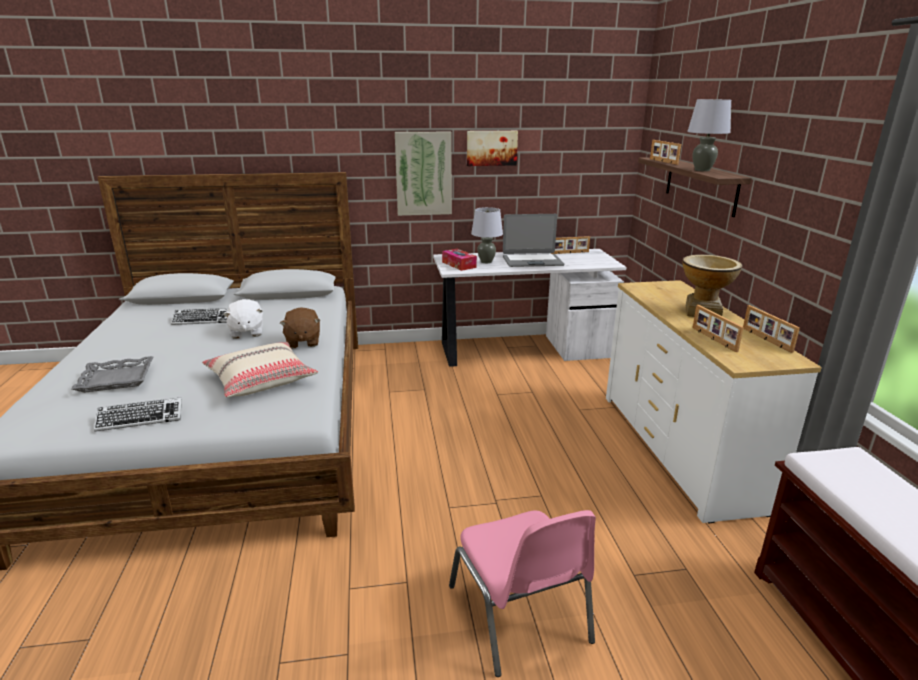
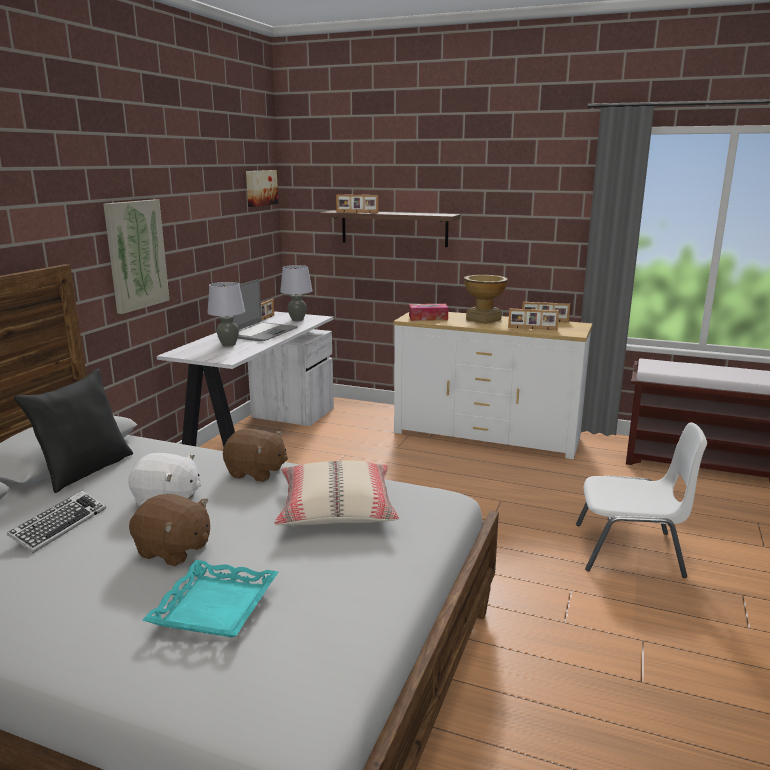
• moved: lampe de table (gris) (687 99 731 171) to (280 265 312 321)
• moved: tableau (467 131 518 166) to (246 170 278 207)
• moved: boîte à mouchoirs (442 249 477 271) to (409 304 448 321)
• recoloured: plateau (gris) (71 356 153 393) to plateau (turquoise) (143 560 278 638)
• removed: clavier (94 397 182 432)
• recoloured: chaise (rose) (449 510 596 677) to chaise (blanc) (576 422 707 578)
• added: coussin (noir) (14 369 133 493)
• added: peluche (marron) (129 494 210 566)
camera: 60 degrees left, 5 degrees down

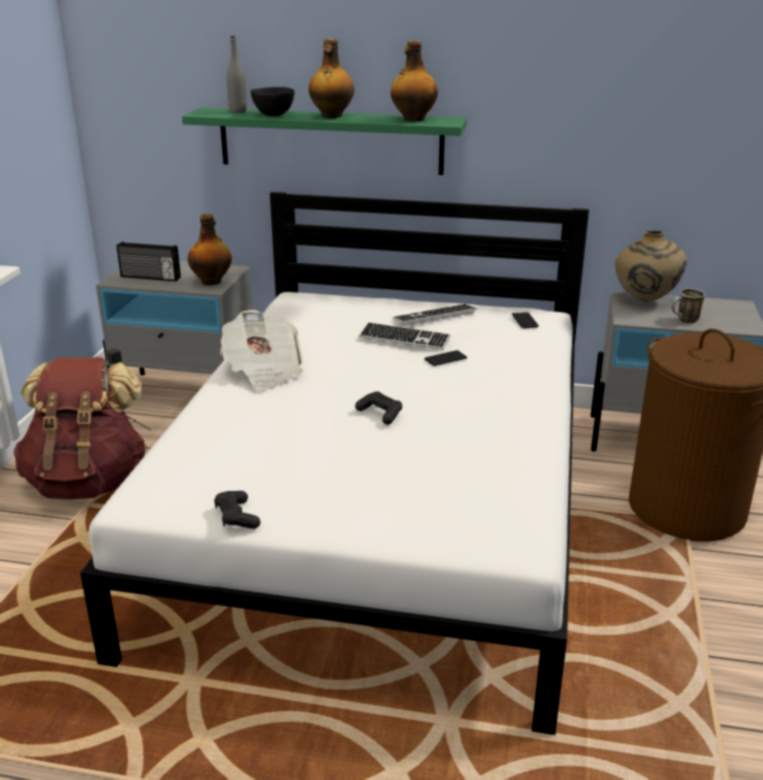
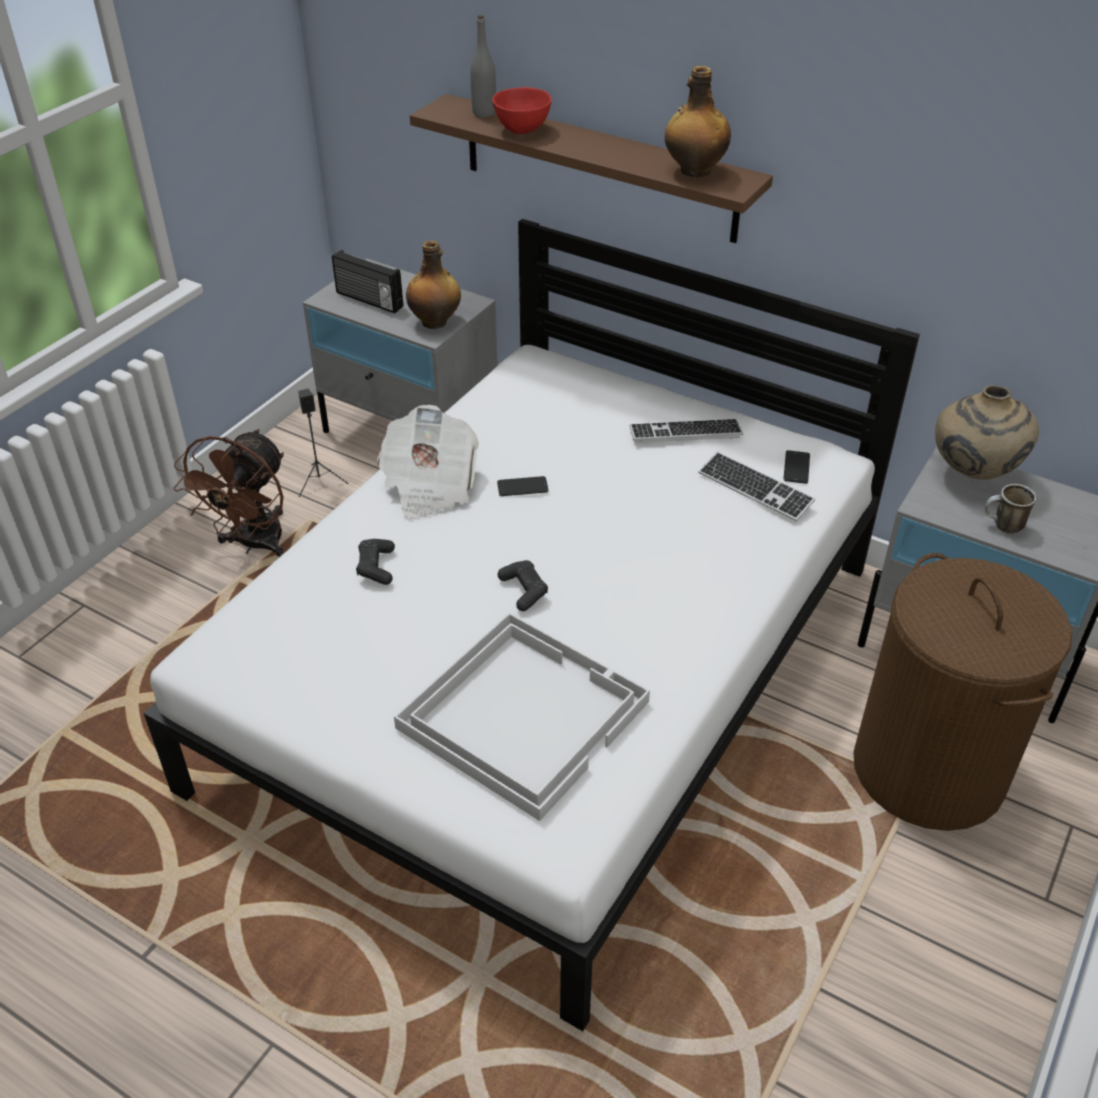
• removed: bouteille (309 39 354 118)
• recoloured: bol (noir) (250 87 295 116) to bol (rouge) (492 87 552 134)
• recoloured: étagère (vert) (182 108 467 175) to étagère (marron) (410 94 773 243)
• moved: clavier (359 322 451 350) to (699 452 815 521)
• moved: téléphone (425 350 467 366) to (497 476 549 496)
• replaced: sac à dos (marron) (14 357 148 500) to ventilateur (marron) (174 429 284 557)
• moved: manette (noir) (214 491 260 529) to (356 539 395 585)
• added: plateau (blanc) (394 613 650 821)
camera: 20 degrees right, 15 degrees up

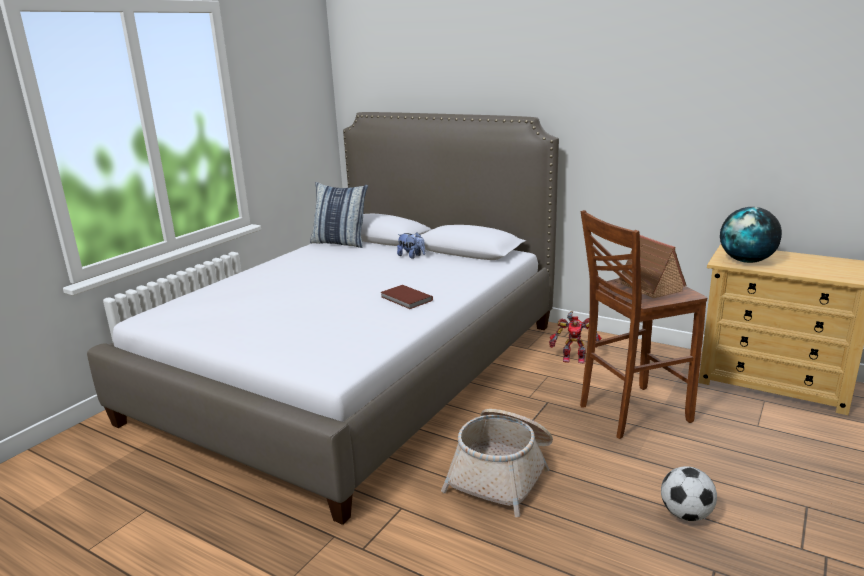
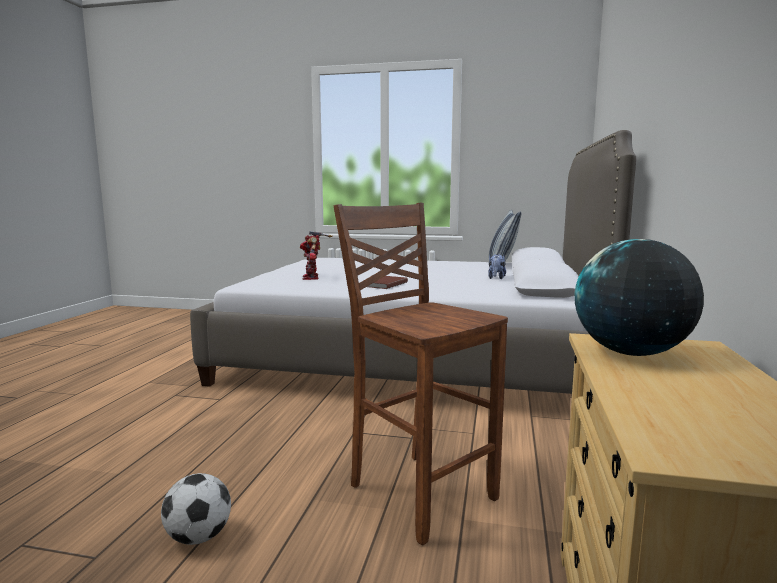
• removed: maison miniature (616 235 687 298)
• moved: robot jouet (549 311 602 363) to (300 231 333 280)
• removed: panier (441 409 553 517)
camera: 70 degrees right, 10 degrees down

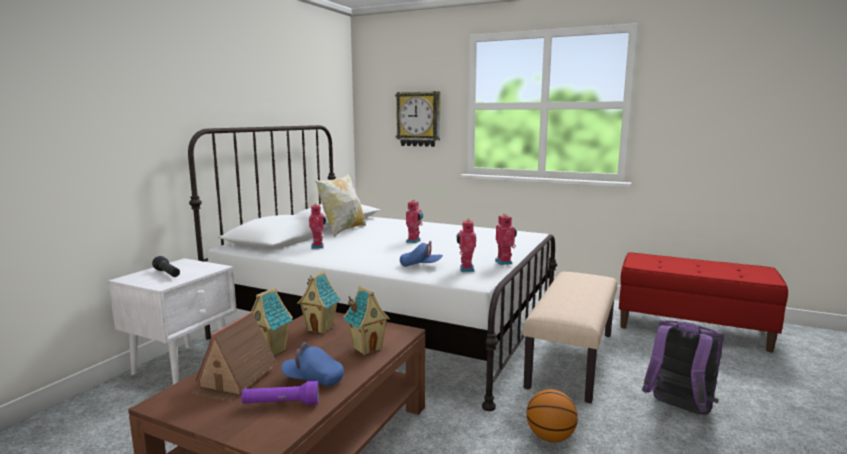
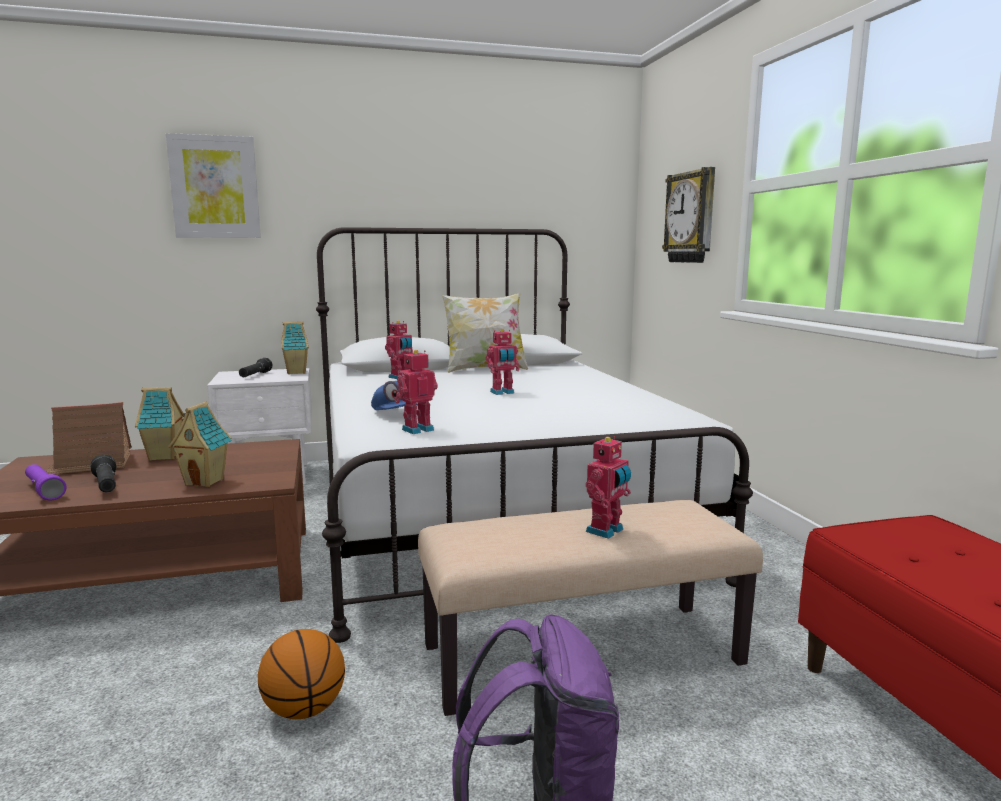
• moved: robot jouet (495 214 517 265) to (586 436 631 539)
• moved: maison miniature (297 271 340 334) to (281 321 309 374)
• replaced: casquette (bleu) (281 342 344 386) to lampe de poche (noir) (90 454 116 492)
• added: tableau (166 133 261 238)
camera: 50 degrees right, 0 degrees up

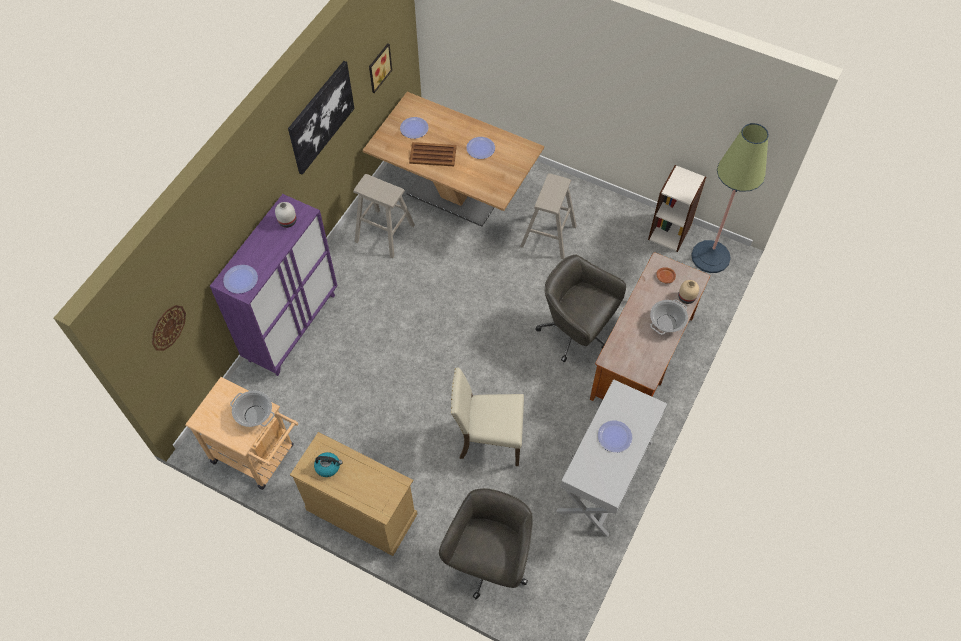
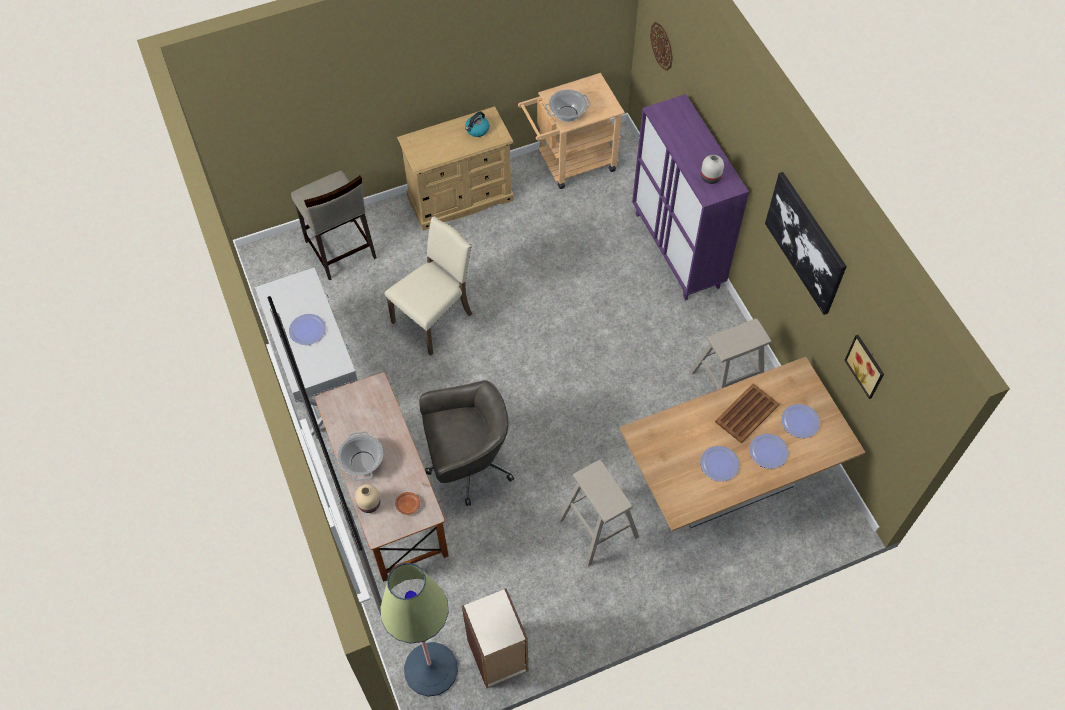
• moved: assiette (223 265 258 294) to (749 434 789 469)
• replaced: chaise de bureau (gris) (439 488 532 599) to tabouret (beige) (291 170 377 280)
camera: 130 degrees right, 0 degrees up

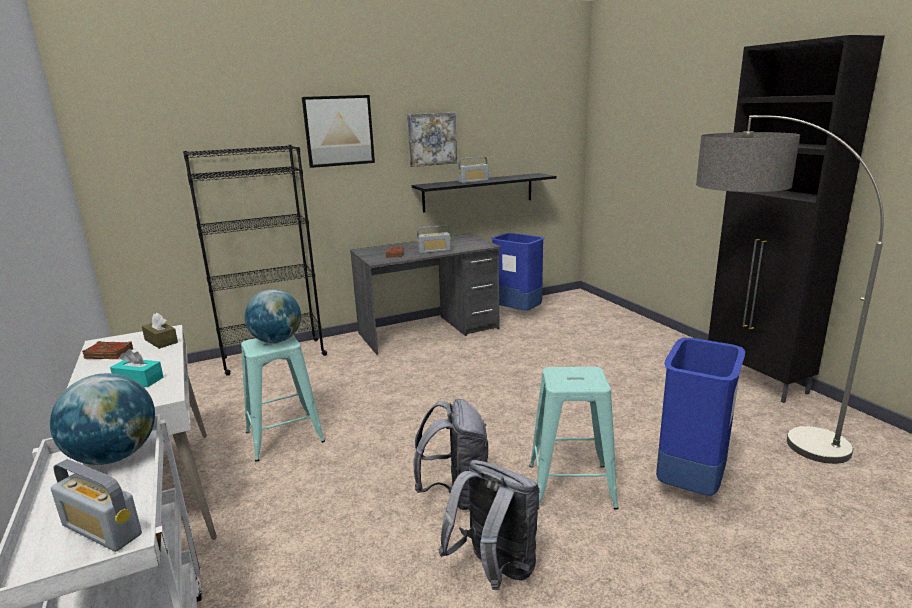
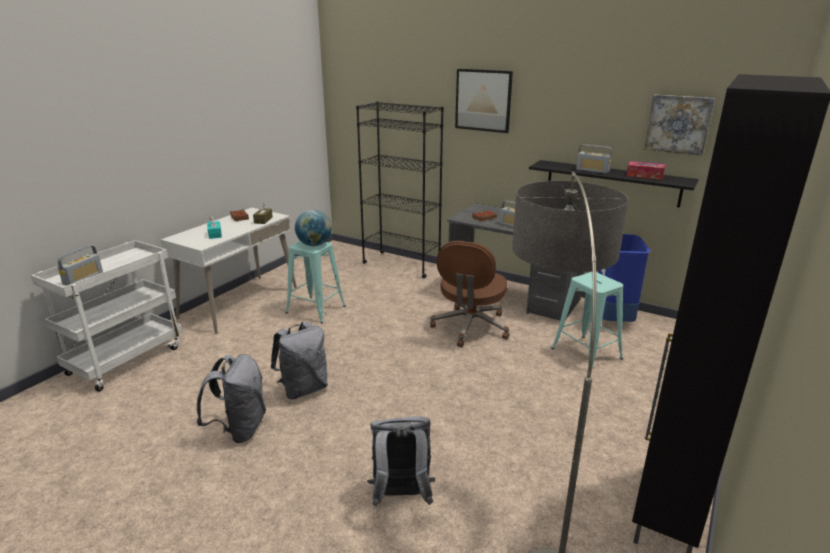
• moved: tableau (407 113 457 167) to (644 95 715 156)
• replaced: poubelle (bleu) (656 338 745 496) to sac à dos (gris) (367 417 435 507)
• moved: tabouret (turquoise) (529 366 619 510) to (551 272 623 373)
• removed: globe (50 373 155 465)
• turned: radio (51 459 142 552) = (57 245 103 286) 150 degrees counterclockwise
• added: boîte à mouchoirs (626 161 666 180)
• added: chaise de bureau (marron) (430 241 509 347)
camera: 55 degrees right, 5 degrees up

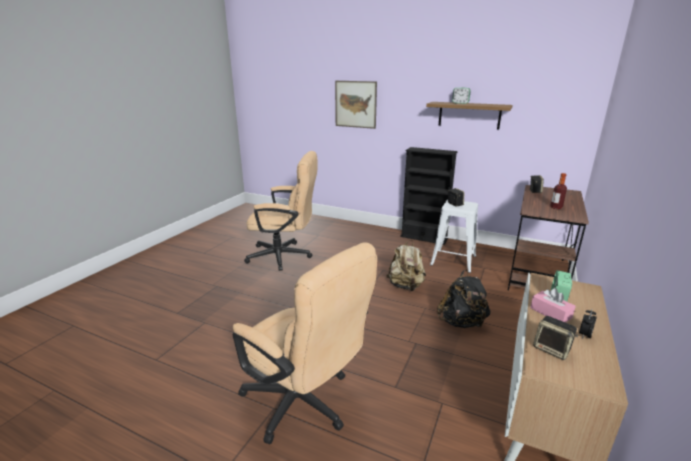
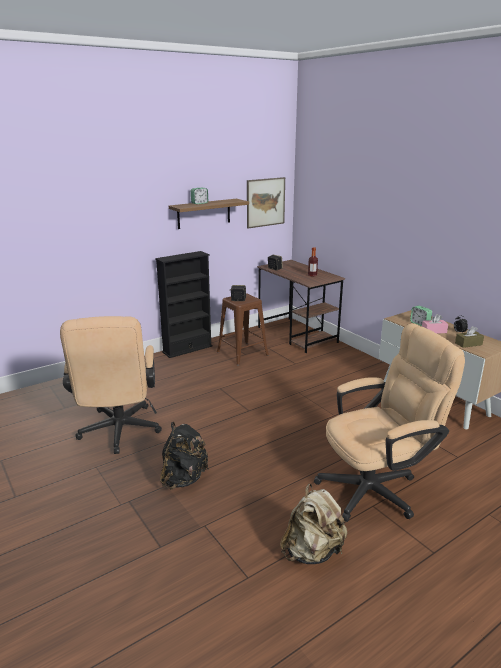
• moved: tableau (335 81 377 129) to (247 177 285 229)
• turned: chaise de bureau (beige) (244 151 317 271) = (60 316 162 454) 135 degrees clockwise
• recoloured: tabouret (blanc) (430 200 478 273) to tabouret (marron) (217 293 269 365)
• moved: sac à dos (beige) (386 240 426 291) to (280 484 347 564)
• moved: sac à dos (noir) (437 270 490 328) to (160 422 208 489)
• replaced: enceinte (533 316 578 360) to boîte à mouchoirs (marron) (455 326 484 348)
camera: 60 degrees left, 0 degrees up

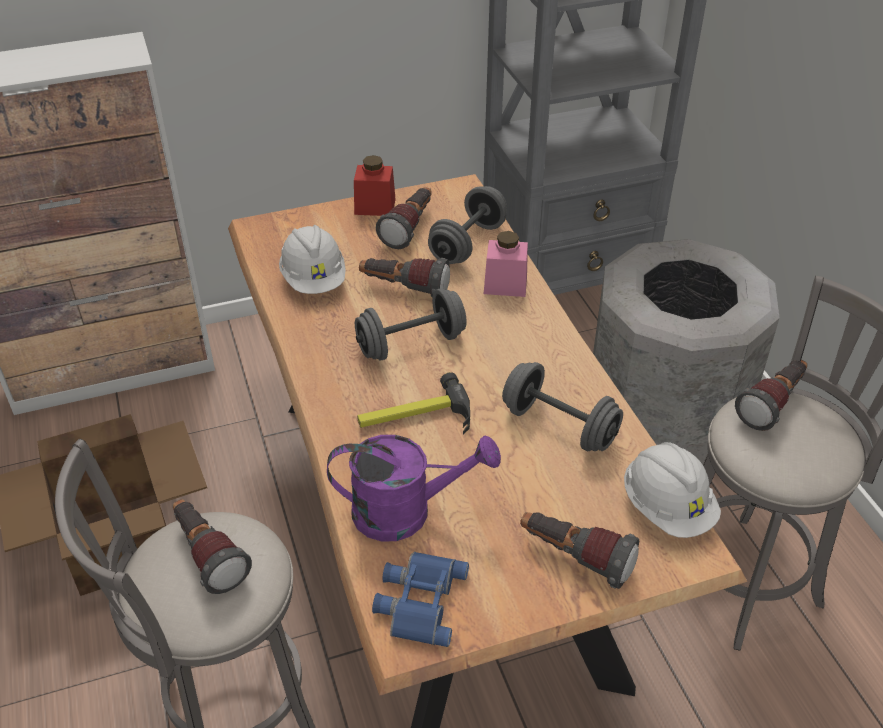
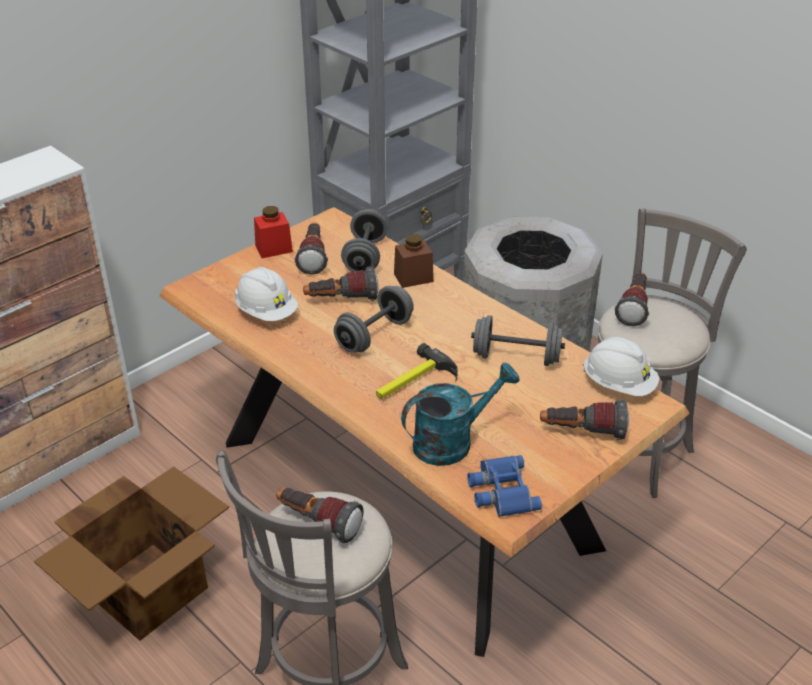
• recoloured: bocal (rose) (484 231 528 297) to bocal (marron) (394 234 434 288)
• recoloured: arrosoir (violet) (327 435 501 542) to arrosoir (turquoise) (401 363 520 466)
camera: 25 degrees left, 5 degrees down

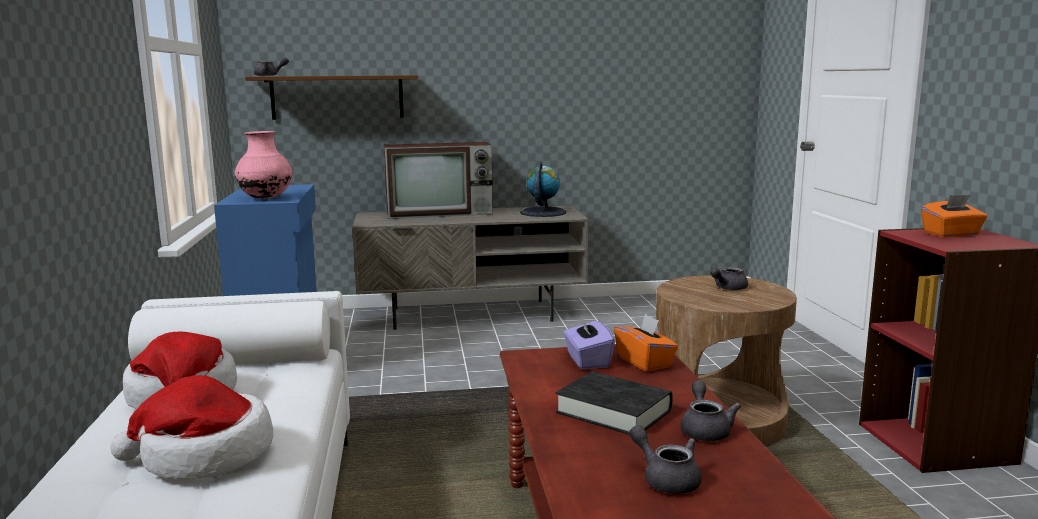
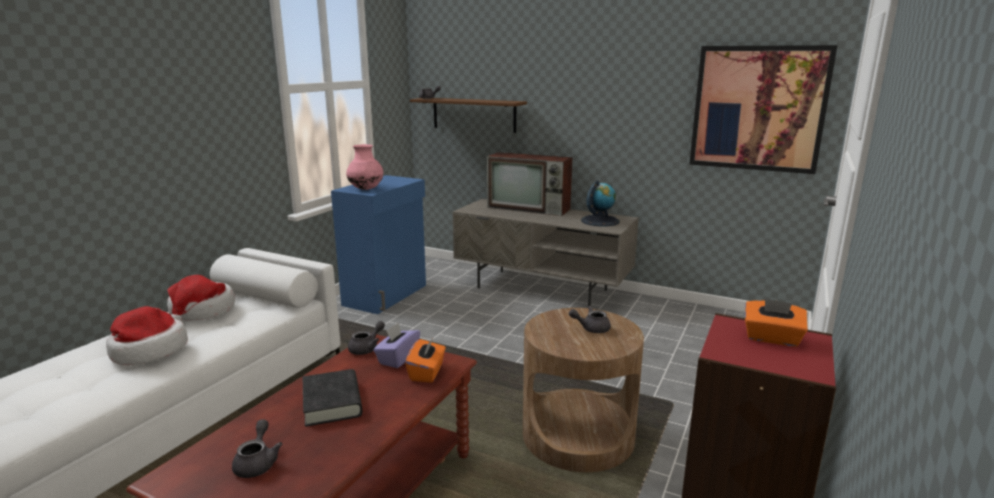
• moved: théière (gris) (680 380 741 441) to (348 321 385 355)
• added: tableau (689 45 837 174)
camera: 35 degrees right, 5 degrees up

